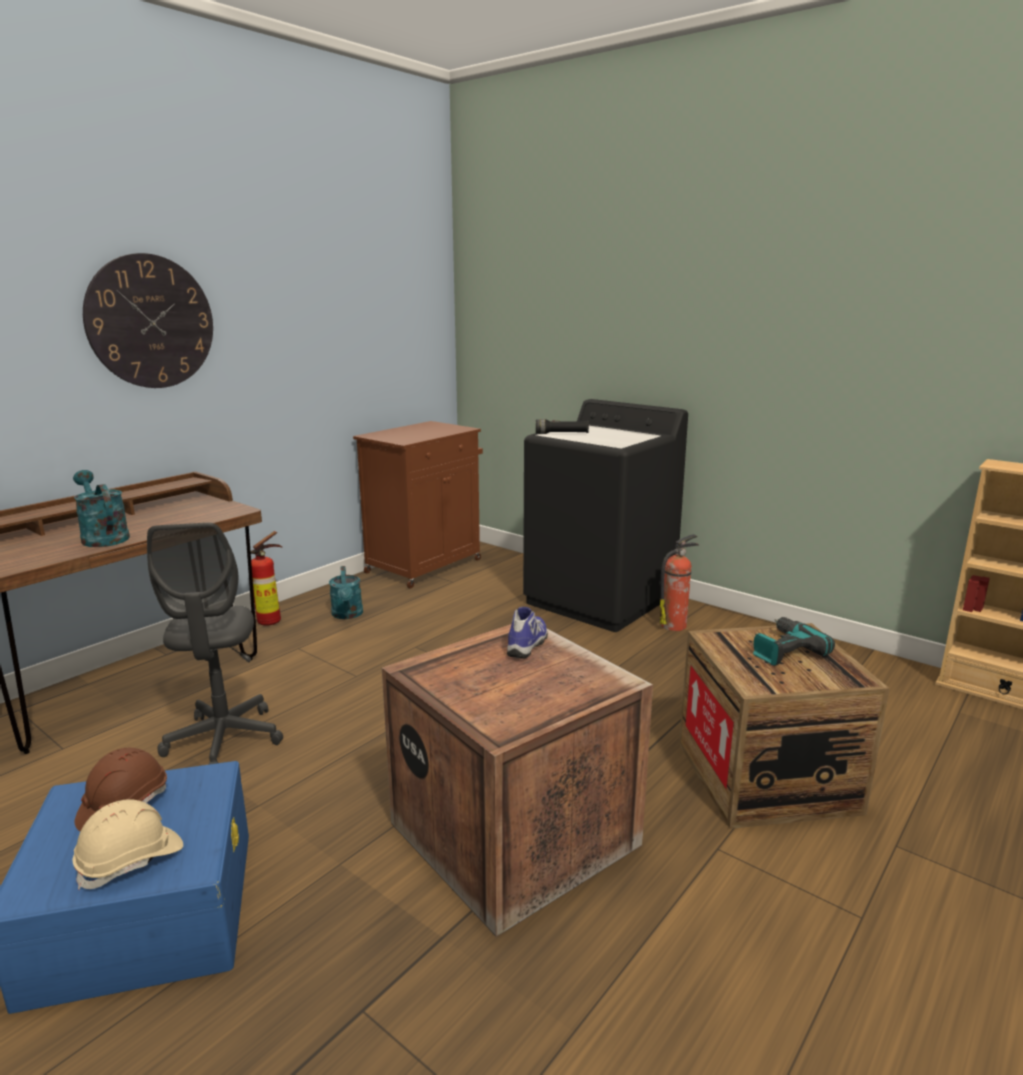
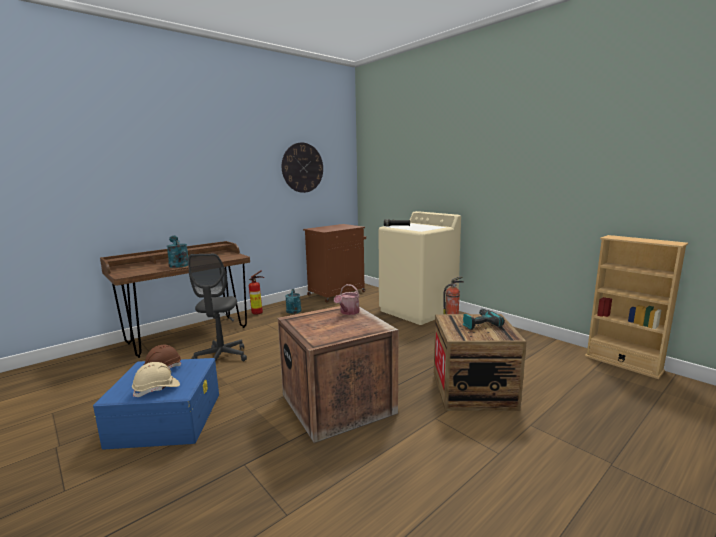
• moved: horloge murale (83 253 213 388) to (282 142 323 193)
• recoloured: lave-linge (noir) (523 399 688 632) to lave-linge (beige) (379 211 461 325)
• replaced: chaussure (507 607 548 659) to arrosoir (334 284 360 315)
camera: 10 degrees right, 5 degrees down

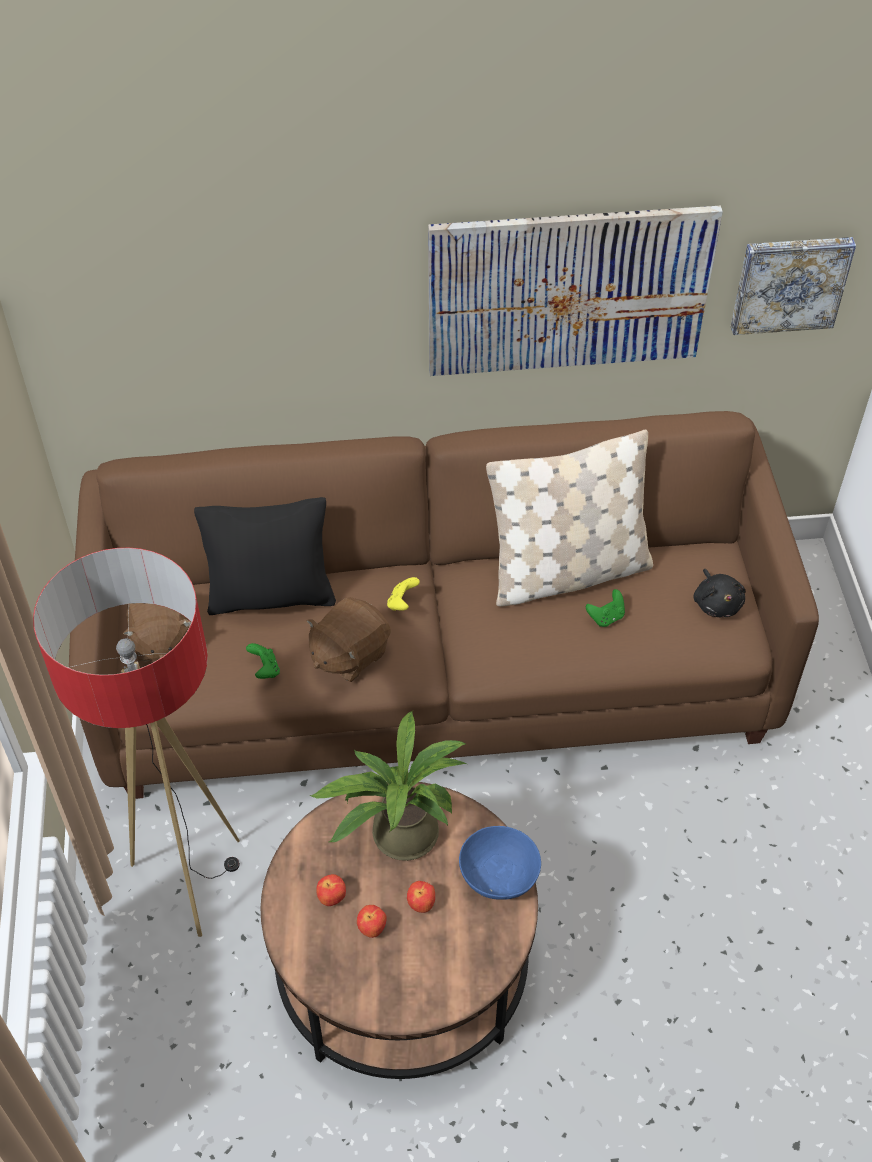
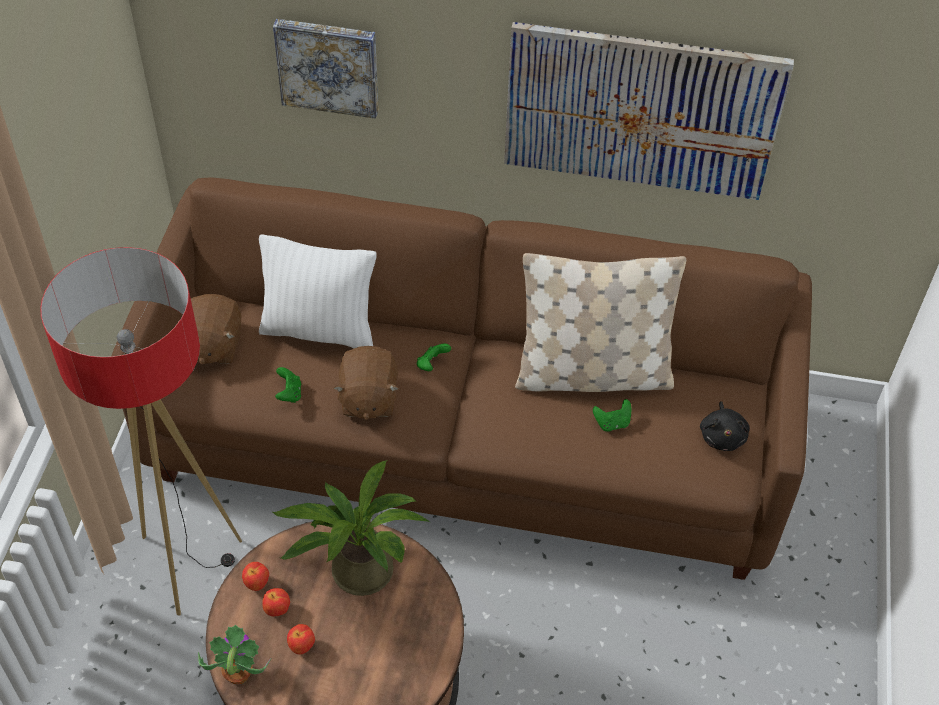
• moved: tableau (730 237 856 335) to (273 19 378 119)
• recoloured: coussin (noir) (194 497 336 615) to coussin (blanc) (259 234 377 348)
• recoloured: manette (jaune) (387 577 420 611) to manette (vert) (417 343 451 371)
• turned: peluche (marron) (306 597 390 682) = (333 346 399 420) 60 degrees counterclockwise
• removed: bol (bleu) (459 826 541 899)
• moved: pomme (407 881 435 913) to (242 562 269 591)
• added: plante en pot (198 625 272 685)
camera: 15 degrees right, 0 degrees up

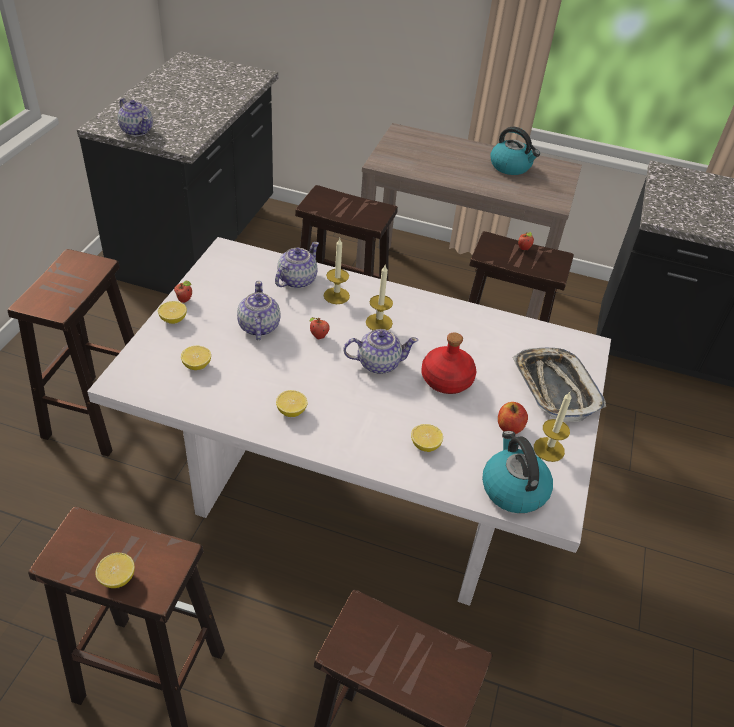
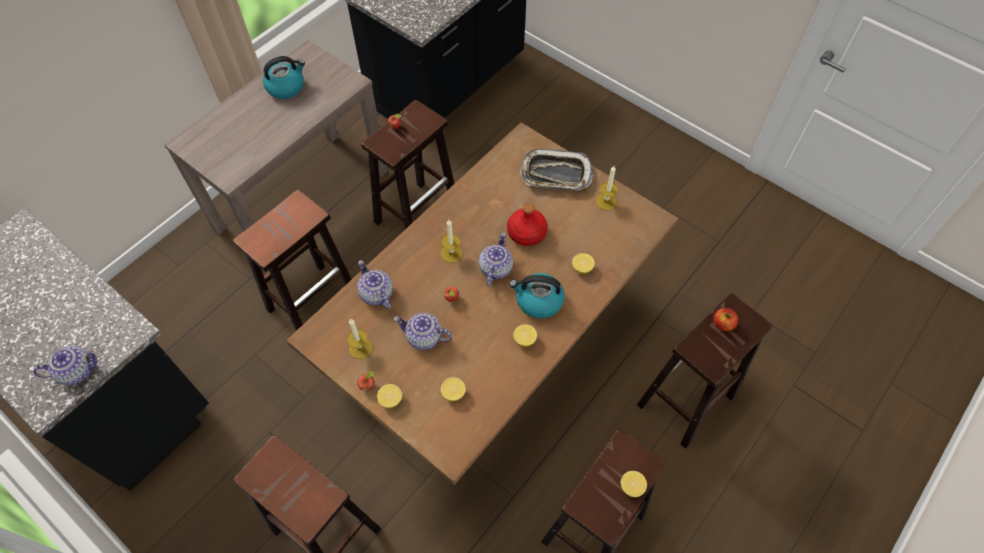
• recoloured: table à manger (blanc) (87 237 611 606) to table à manger (marron) (286 122 679 485)
• moved: bougie (324 238 350 304) to (347 319 373 359)
• moved: pomme (498 402 528 434) to (713 308 738 331)
• moved: bouilloire (482 431 553 513) to (509 273 565 318)
camera: 65 degrees left, 15 degrees up

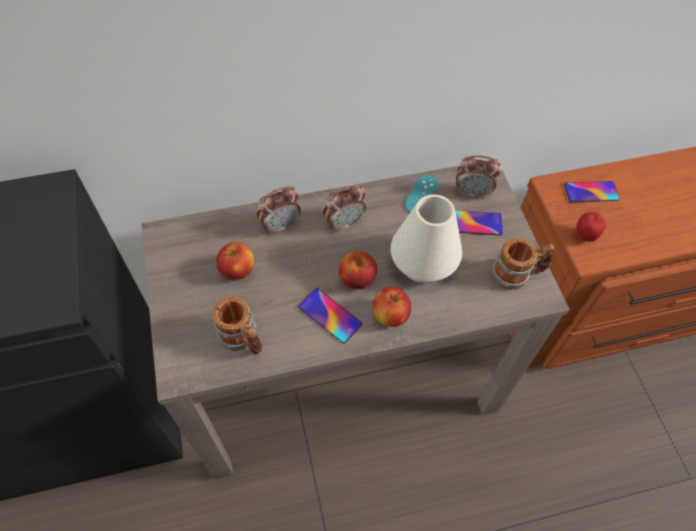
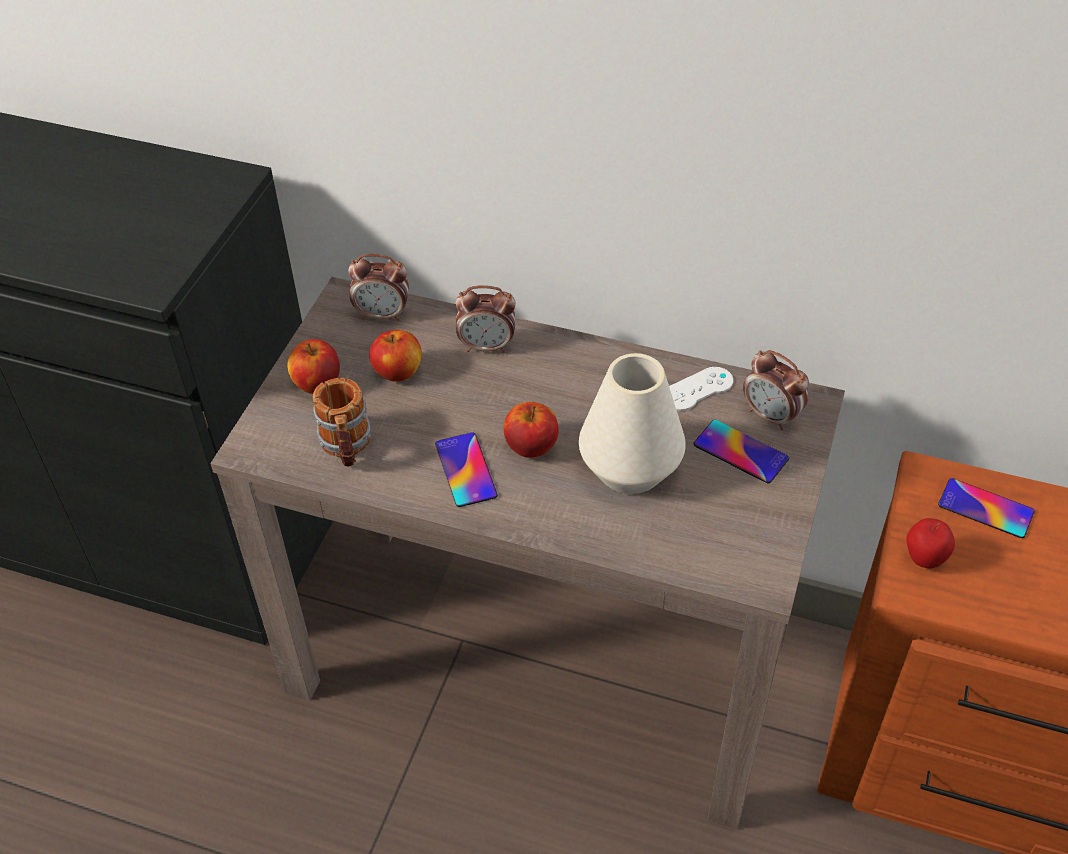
• recoloured: manette (turquoise) (405 175 439 212) to manette (blanc) (669 367 733 411)
• moved: réveil (323 185 366 233) to (348 254 409 321)
• removed: mug (492 238 554 290)
• moved: pomme (373 287 411 327) to (287 339 340 394)
camera: 35 degrees right, 10 degrees down

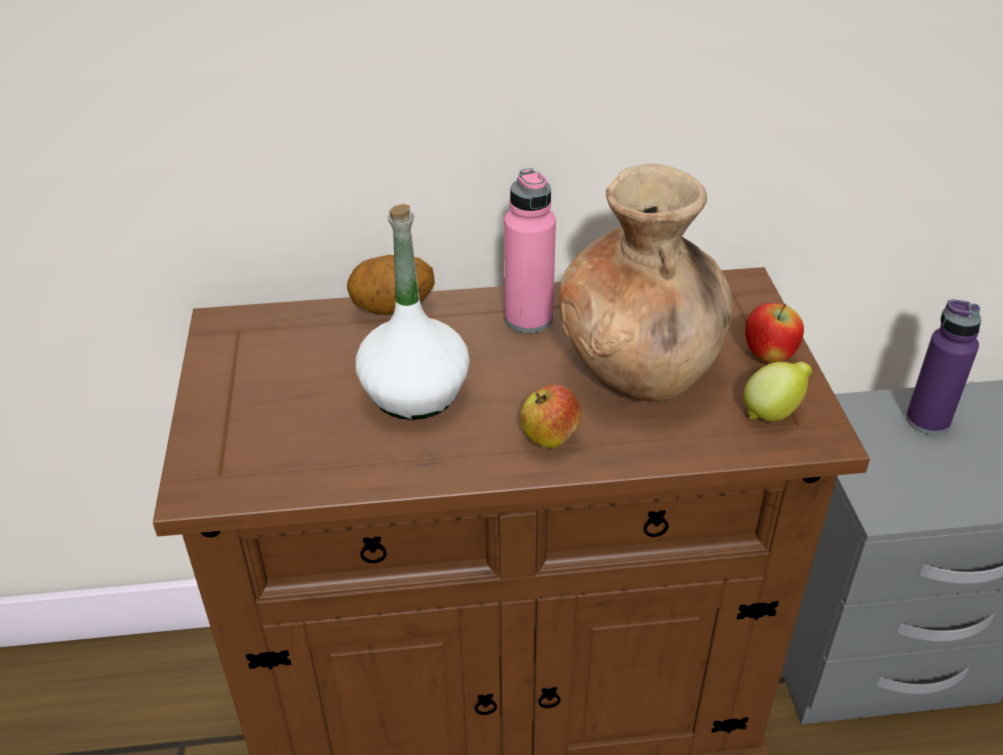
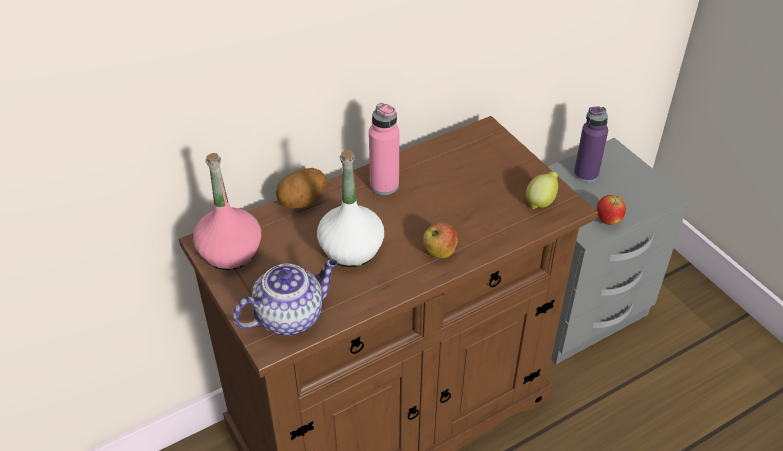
• removed: vase (marron) (559 163 734 401)
• moved: pomme (745 303 804 363) to (597 195 626 225)
• added: bouteille (rose) (193 153 261 270)
• added: théière (233 259 337 336)
camera: 25 degrees left, 5 degrees up

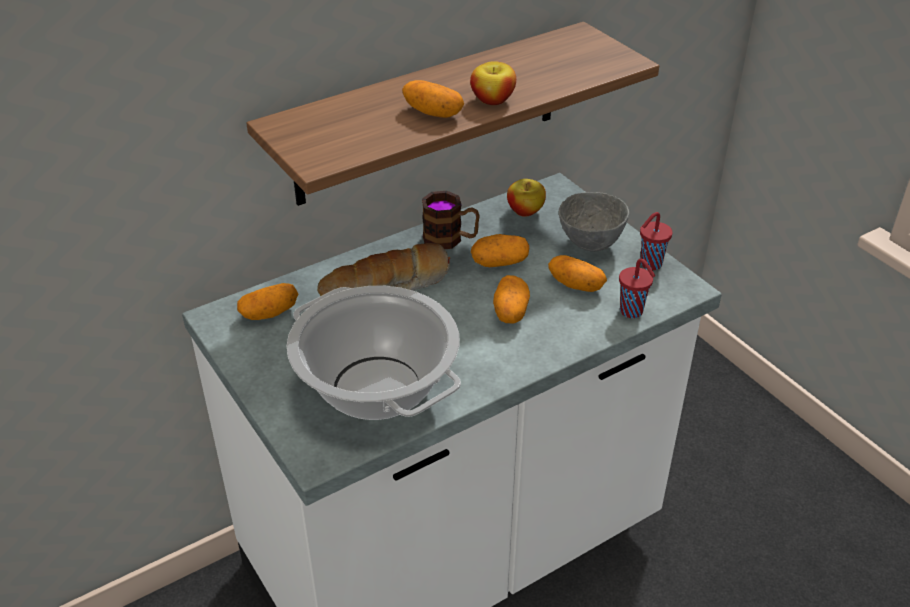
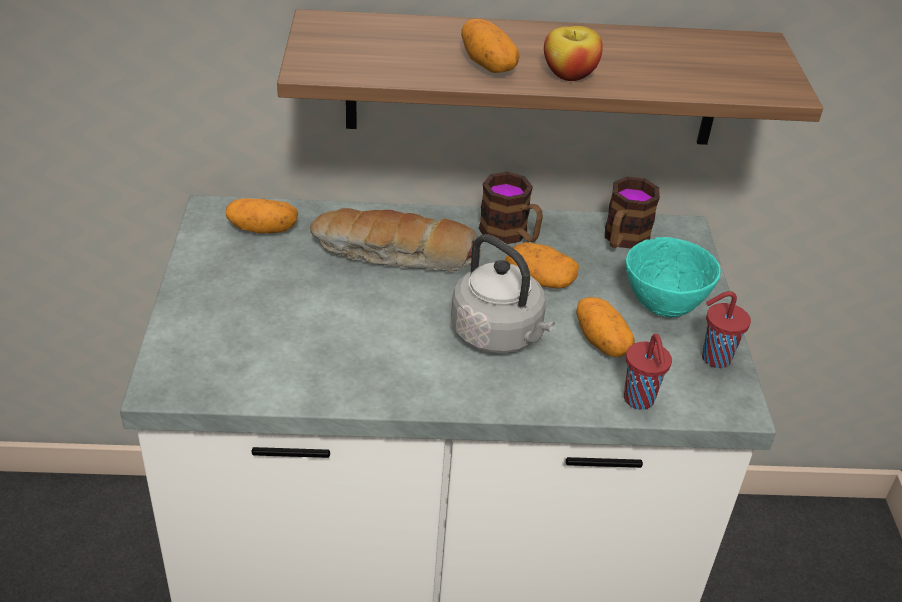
• replaced: pomme (507 179 546 217) to mug (605 177 660 249)
• recoloured: bol (gris) (559 192 629 252) to bol (turquoise) (626 237 721 317)
• replaced: pomme de terre (493 275 530 323) to bouilloire (gris) (451 234 555 353)
• removed: marmite (287 286 461 420)
camera: 30 degrees right, 0 degrees up

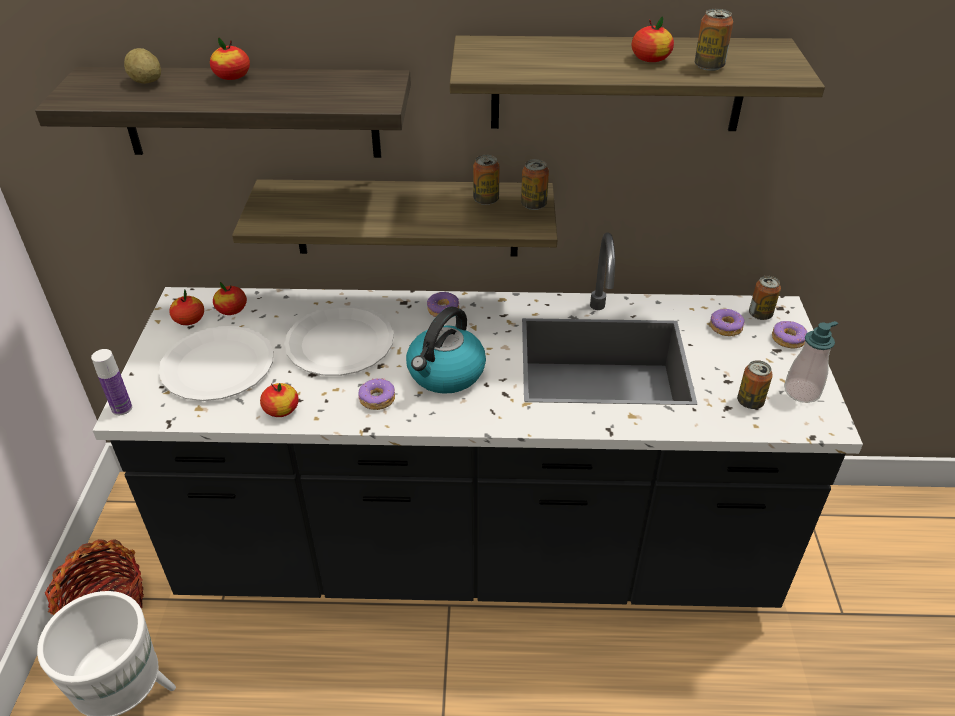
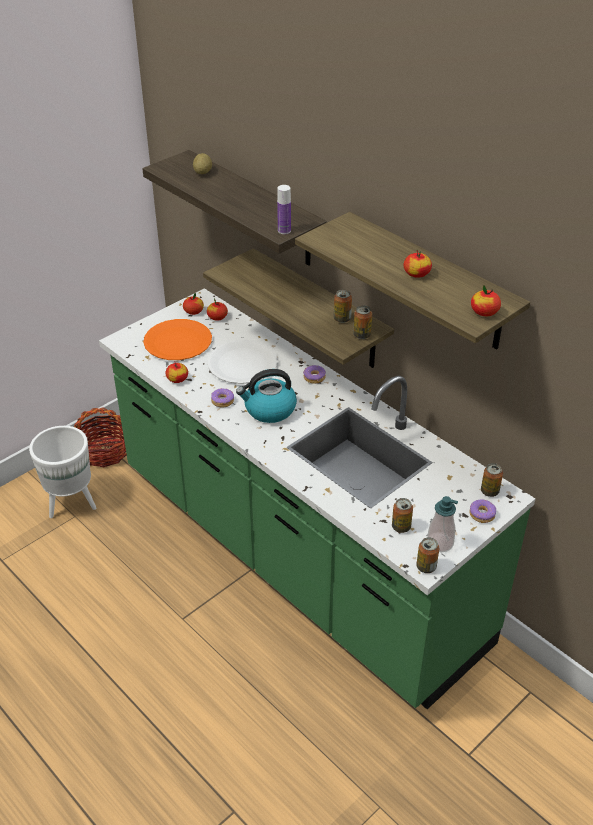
• moved: boîte métallique (695 9 733 71) to (416 537 439 573)
• moved: pomme (210 37 250 80) to (471 285 501 316)
• recoloured: comptoir de cuisine (noir) (92 232 863 608) to comptoir de cuisine (vert) (99 288 535 709)
• removed: beignet (710 309 745 336)
• recoloured: assiette (blanc) (159 326 273 401) to assiette (orange) (143 319 212 360)
• moved: bouteille (91 349 132 415) to (277 185 291 234)
camera: 45 degrees right, 0 degrees up

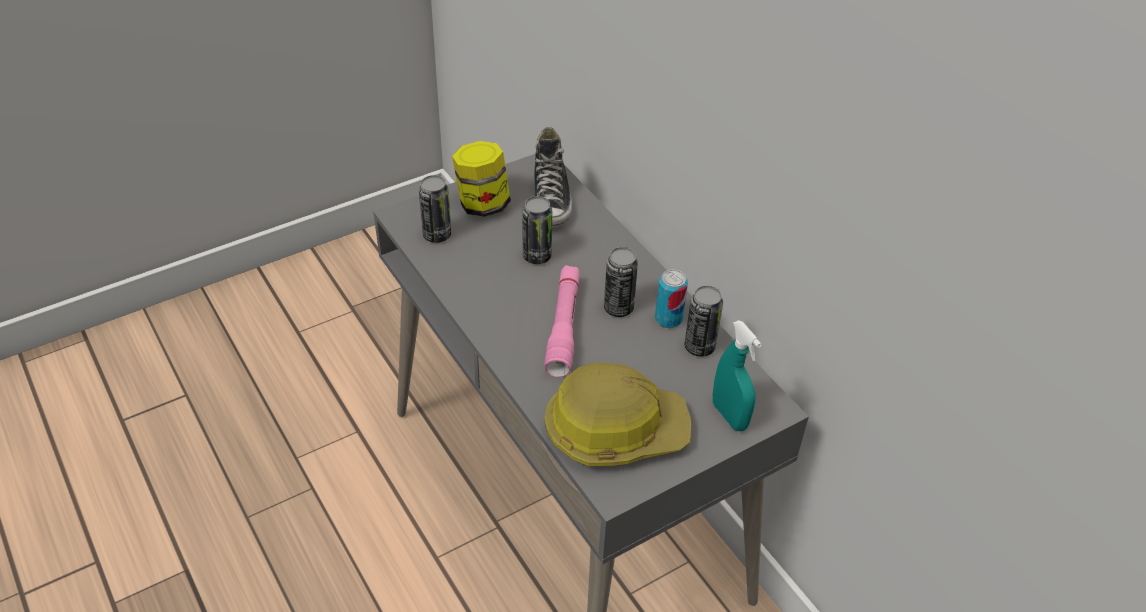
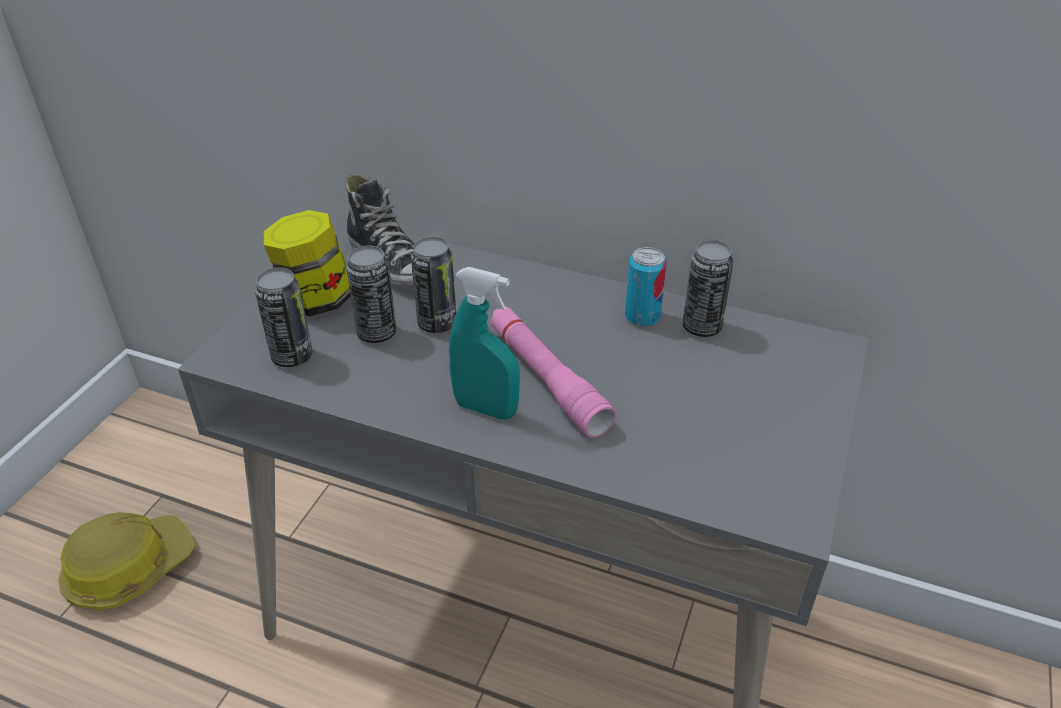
• moved: boîte métallique (604 247 638 317) to (346 246 396 343)
• moved: vaporisateur (turquoise) (713 320 762 431) to (449 267 520 420)
• moved: casque de chantier (544 363 691 466) to (58 512 195 610)
camera: 35 degrees left, 5 degrees down

